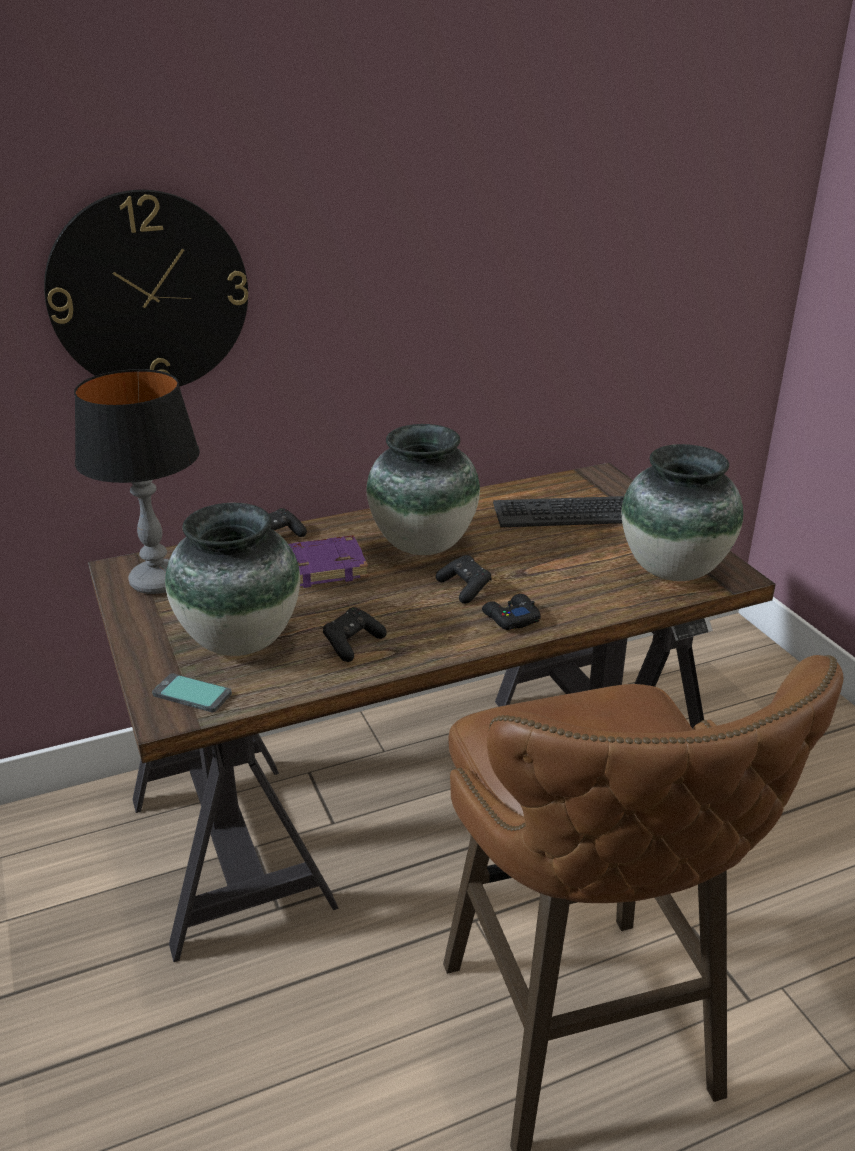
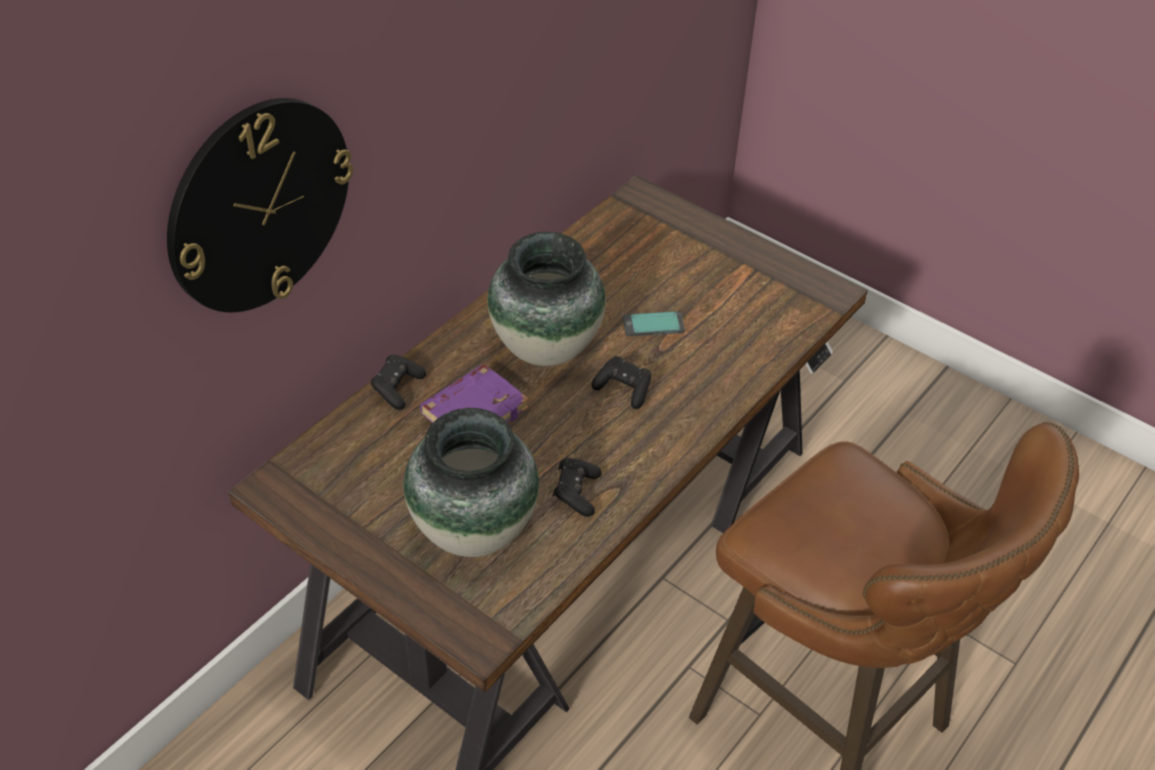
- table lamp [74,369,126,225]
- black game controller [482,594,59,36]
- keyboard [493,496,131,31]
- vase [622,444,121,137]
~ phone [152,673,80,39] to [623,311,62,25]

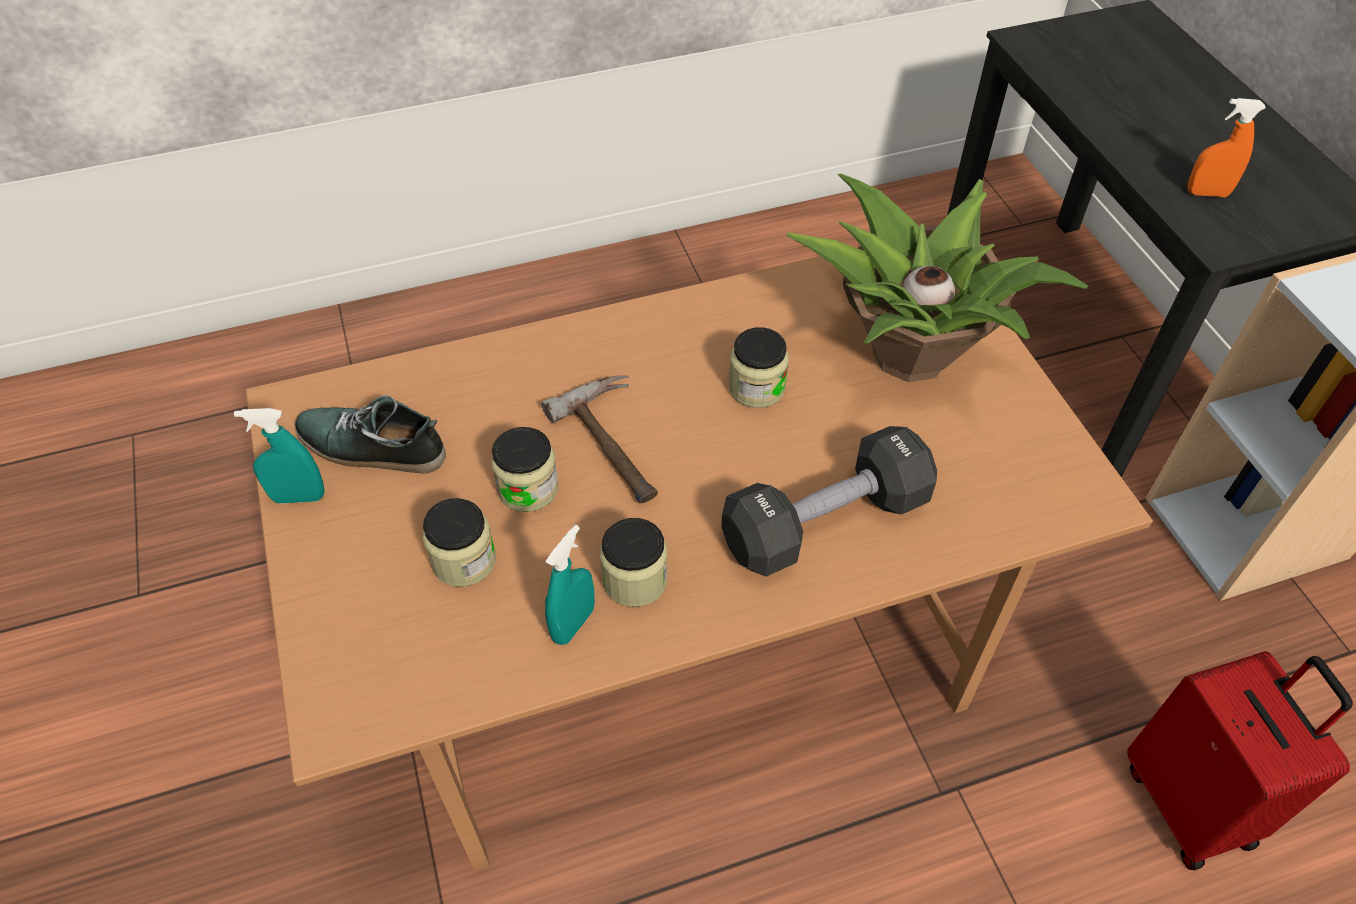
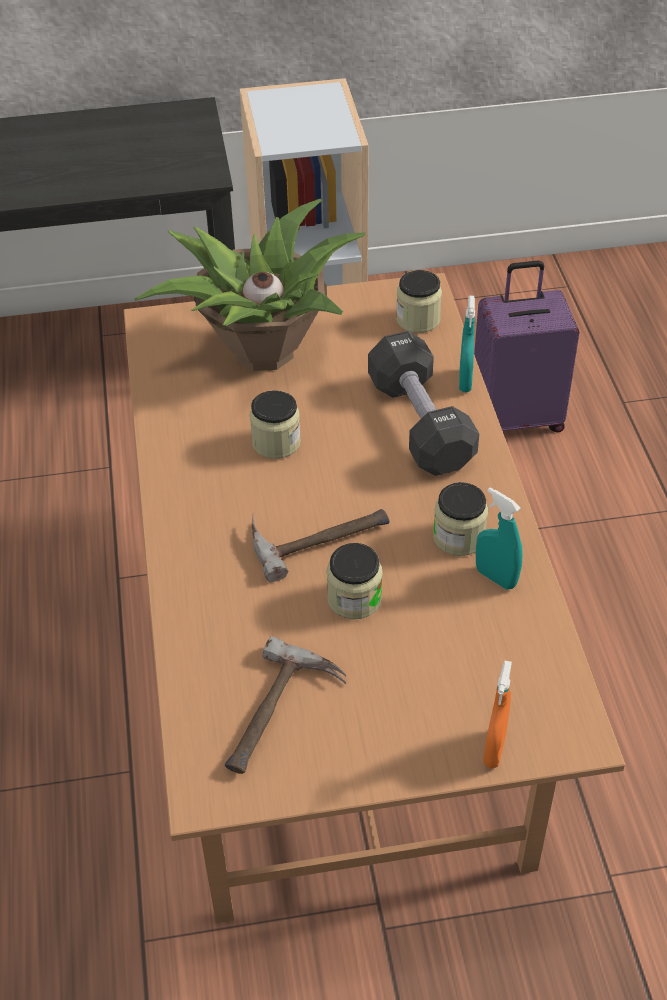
~ turquoise spray bottle [234,408,91,96] to [459,296,16,96]
~ jar [423,498,73,89] to [396,270,46,63]
~ orange spray bottle [1187,98,79,99] to [483,661,29,107]
~ shoe [295,395,151,79] to hammer [225,636,121,138]
~ red suitcase [1127,651,226,219] to purple suitcase [474,261,105,172]

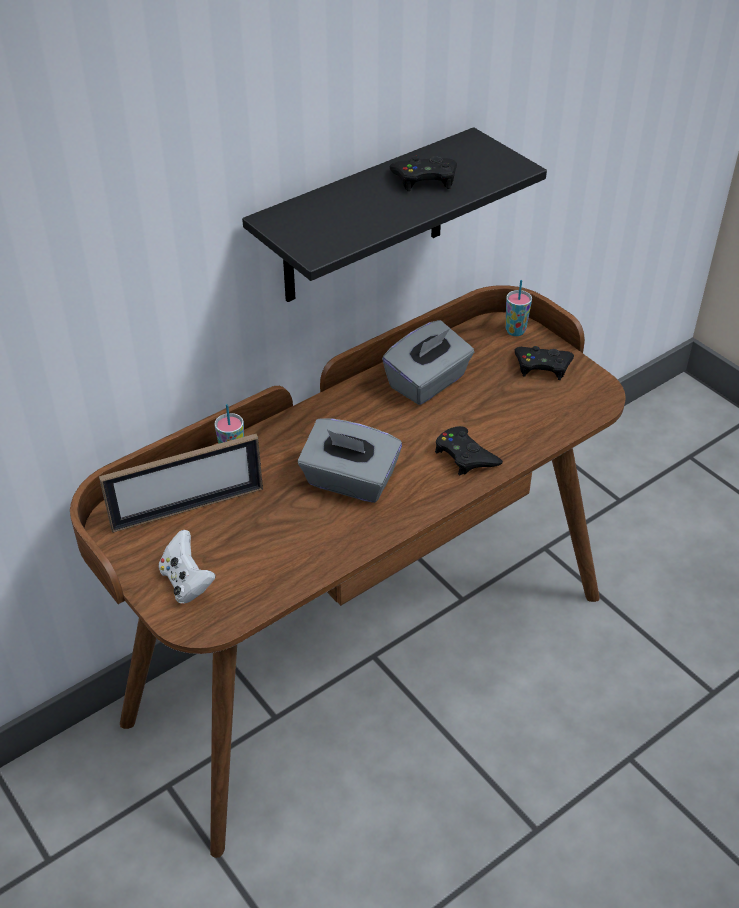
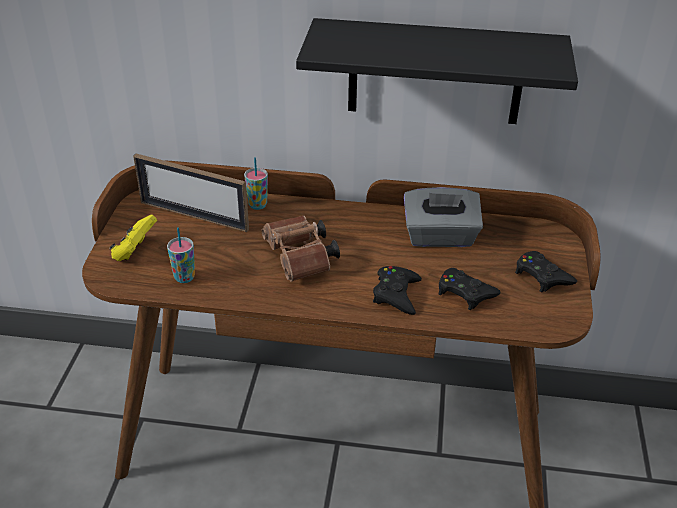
~ black game controller [389,156,68,35] to [439,268,62,42]
~ cup [505,280,27,56] to [167,227,28,56]
~ grey tissue box [298,418,104,85] to brown binoculars [262,215,78,67]
~ white game controller [159,530,57,74] to yellow game controller [110,215,47,46]

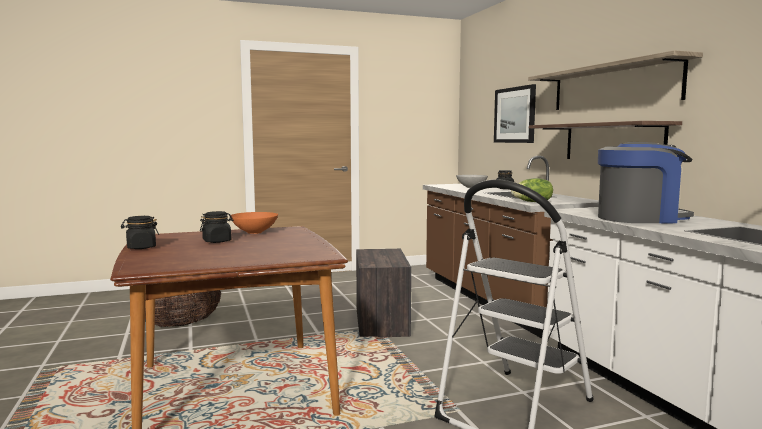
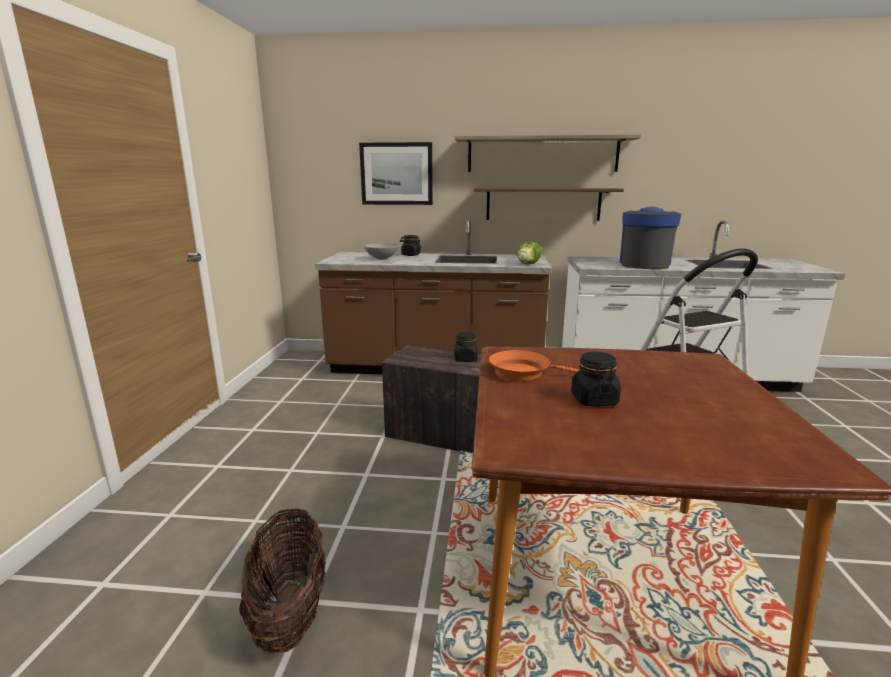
~ black jar [121,216,38,33] to [454,332,24,30]
~ orange bowl [230,212,48,22] to orange frying pan [489,350,90,31]

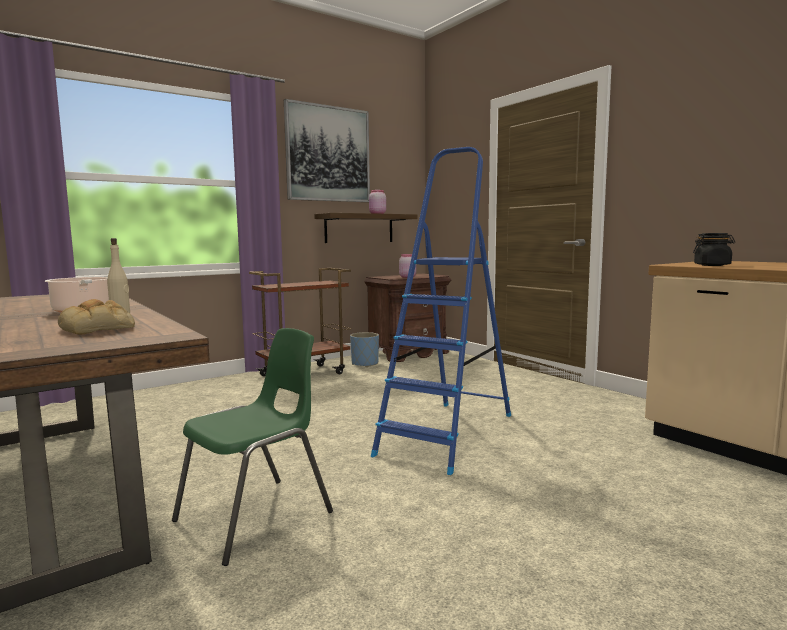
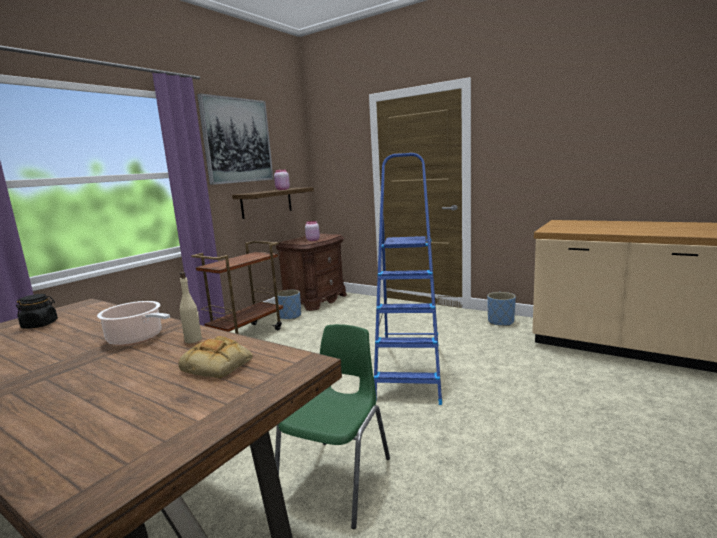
+ blue planter [487,292,29,34]
~ black jar [693,233,42,33] to [16,294,42,35]

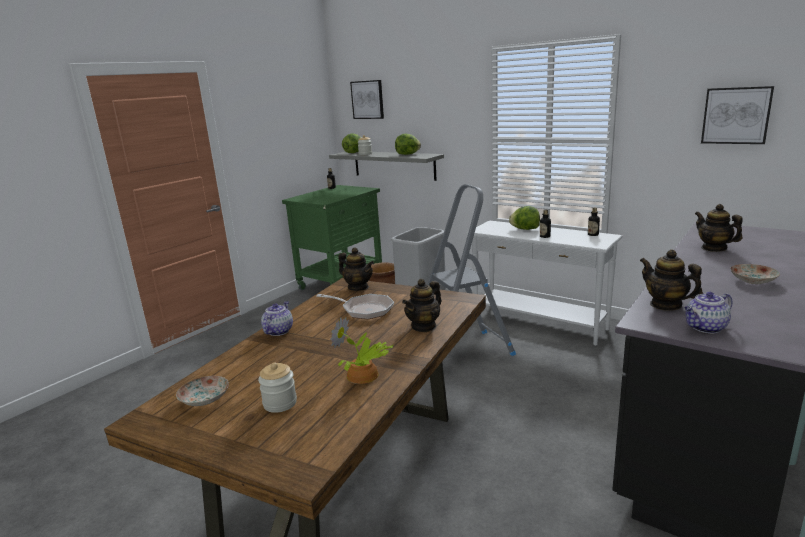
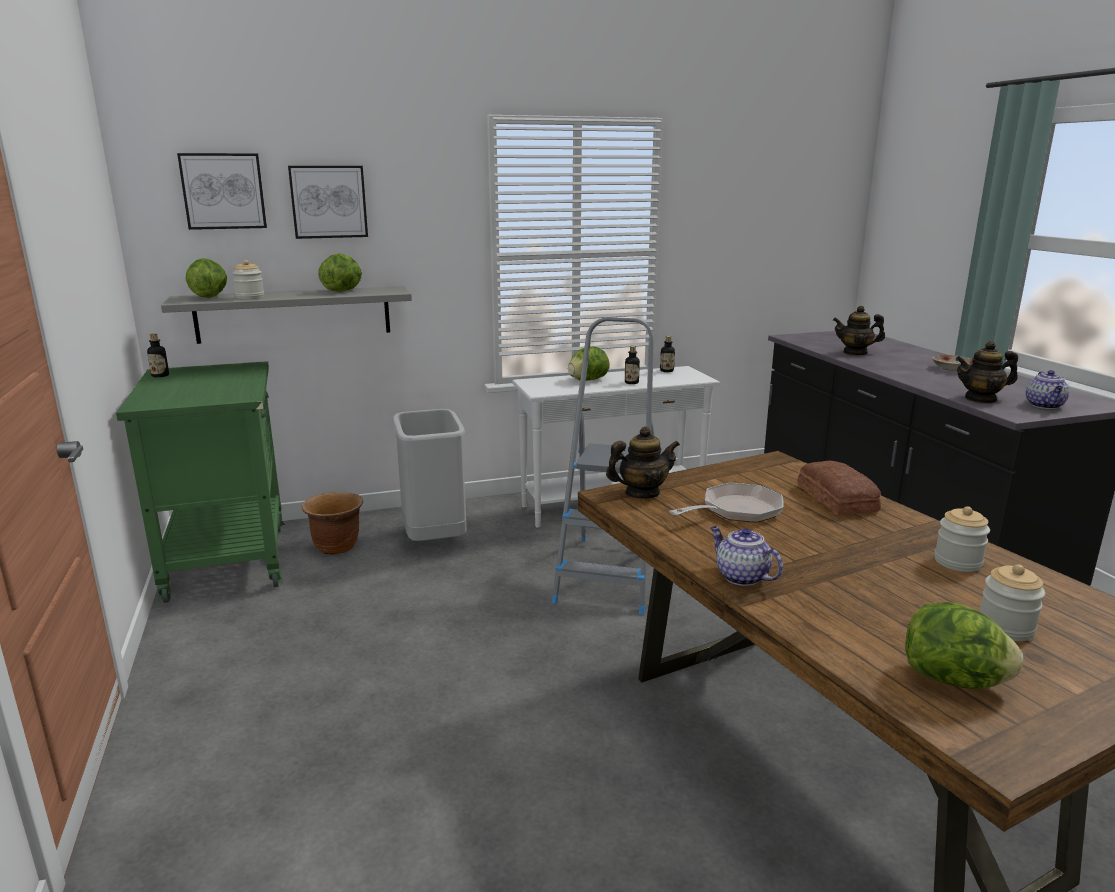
~ picture [701,86,73,58] to [288,166,80,73]
~ plate [176,376,53,30] to lettuce [905,602,118,87]
~ potted plant [330,317,64,67] to jar [935,506,55,66]
~ teapot [402,279,39,53] to bread [797,461,84,55]

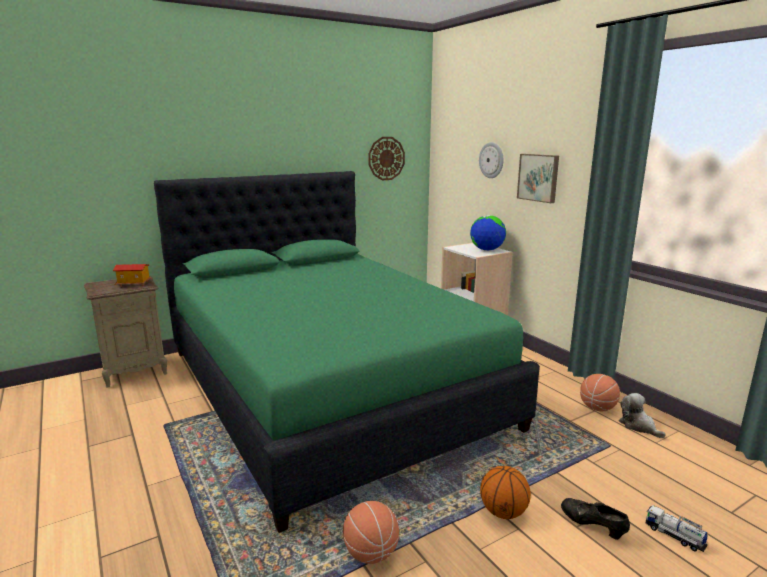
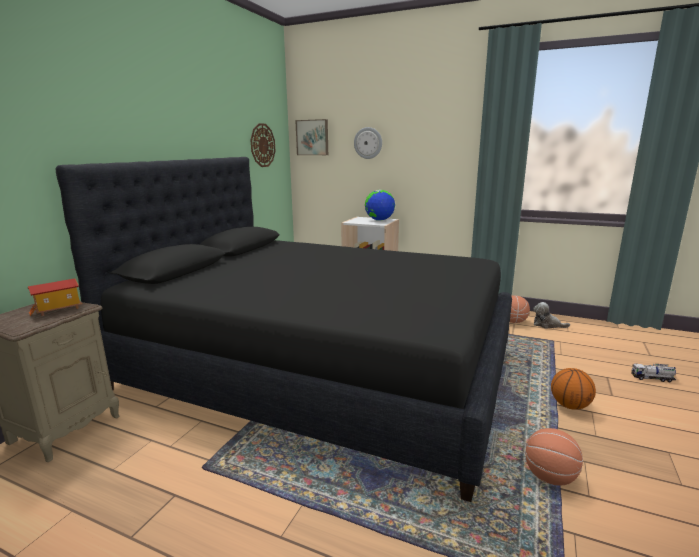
- black shoe [561,498,69,42]
~ picture [517,154,42,49] to [295,119,33,36]
~ green bed [154,171,386,362] to black bed [56,157,456,345]

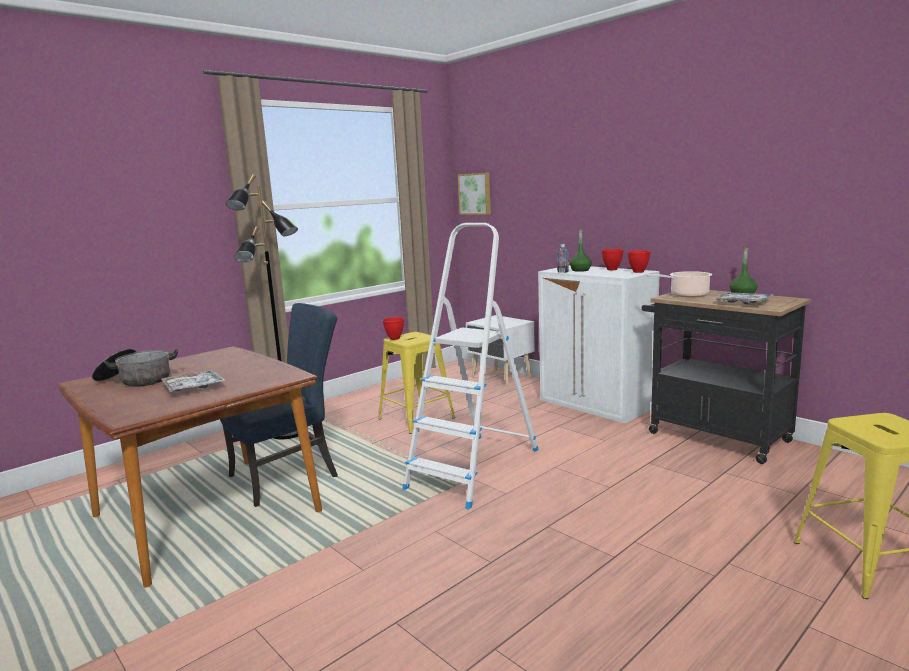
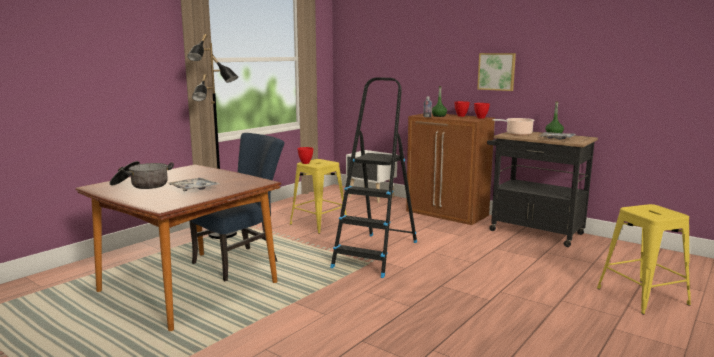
~ picture [458,173,33,42] to [477,53,39,38]
~ white step ladder [402,223,137,286] to black step ladder [330,77,87,201]
~ white cabinet [538,265,122,159] to brown cabinet [406,114,89,111]

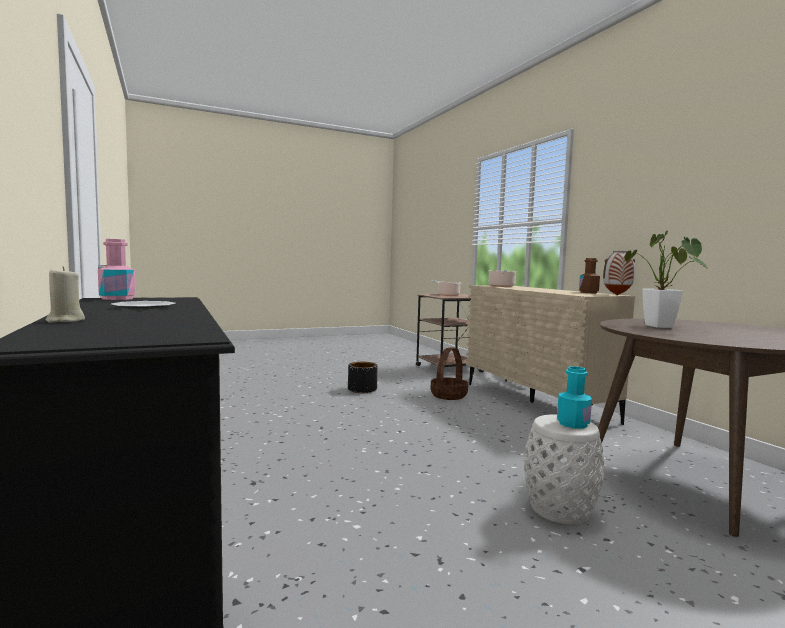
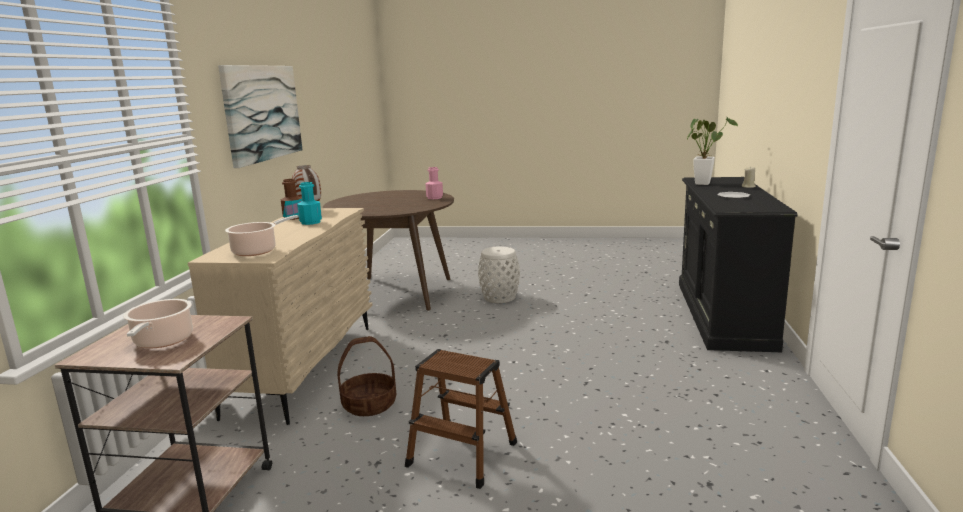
+ picture [218,65,85,103]
~ pink bottle [98,239,38,61] to [425,167,18,32]
~ turquoise bottle [557,366,35,63] to [297,182,25,43]
~ potted plant [624,231,85,97] to [686,117,52,68]
~ black planter [348,362,29,31] to brown step ladder [405,349,112,140]

